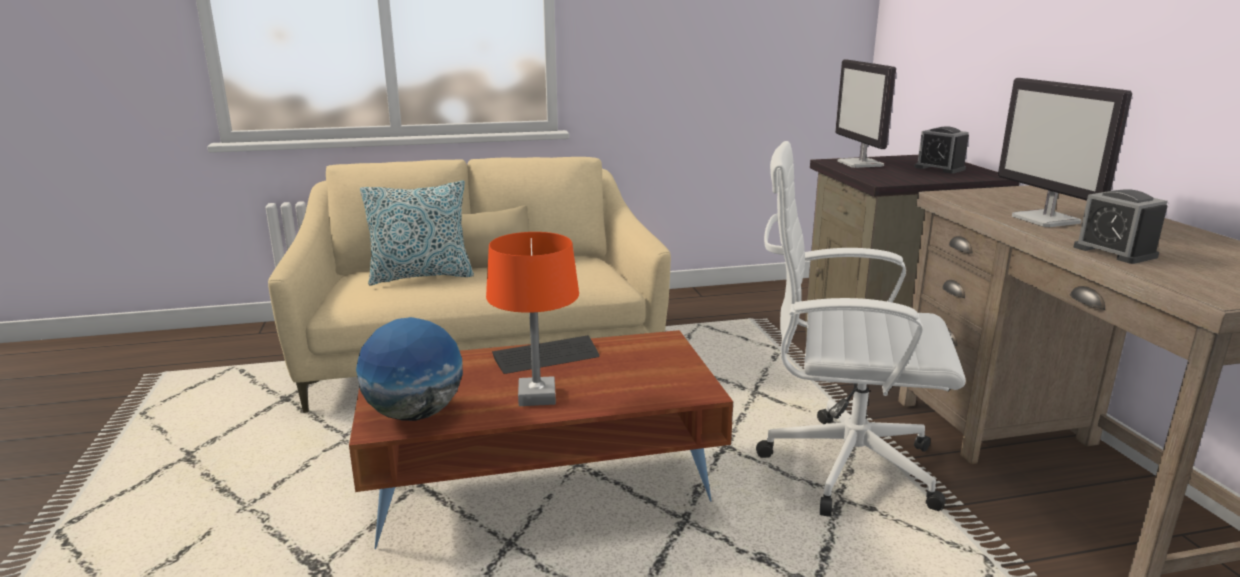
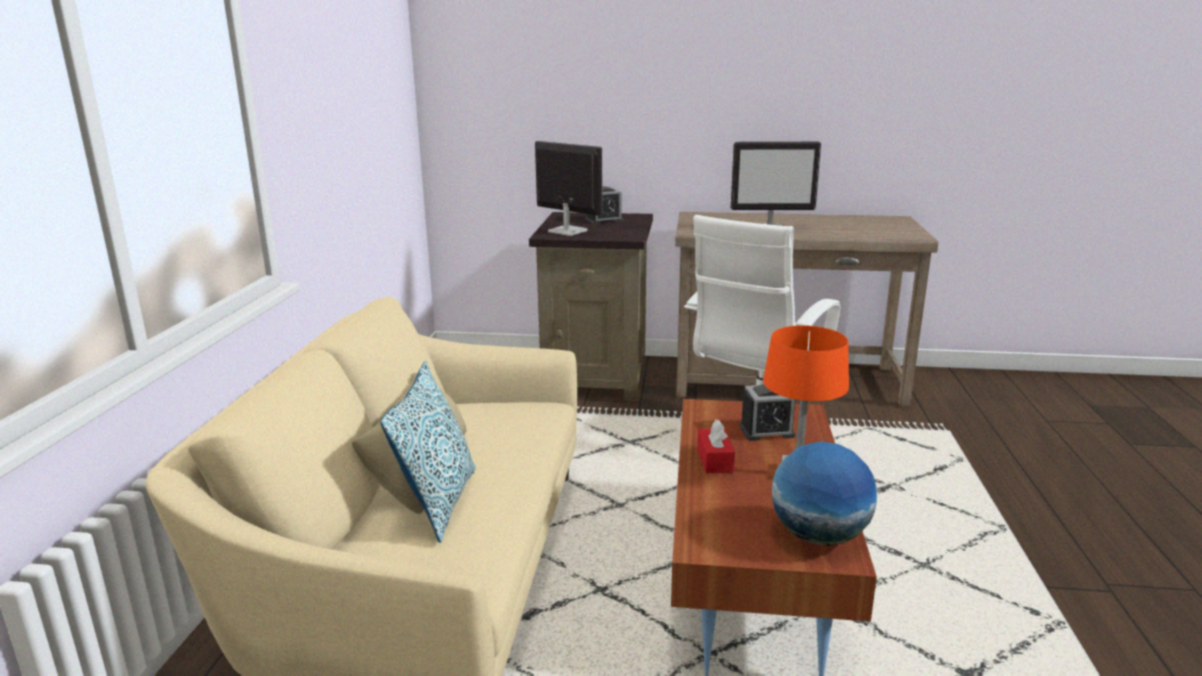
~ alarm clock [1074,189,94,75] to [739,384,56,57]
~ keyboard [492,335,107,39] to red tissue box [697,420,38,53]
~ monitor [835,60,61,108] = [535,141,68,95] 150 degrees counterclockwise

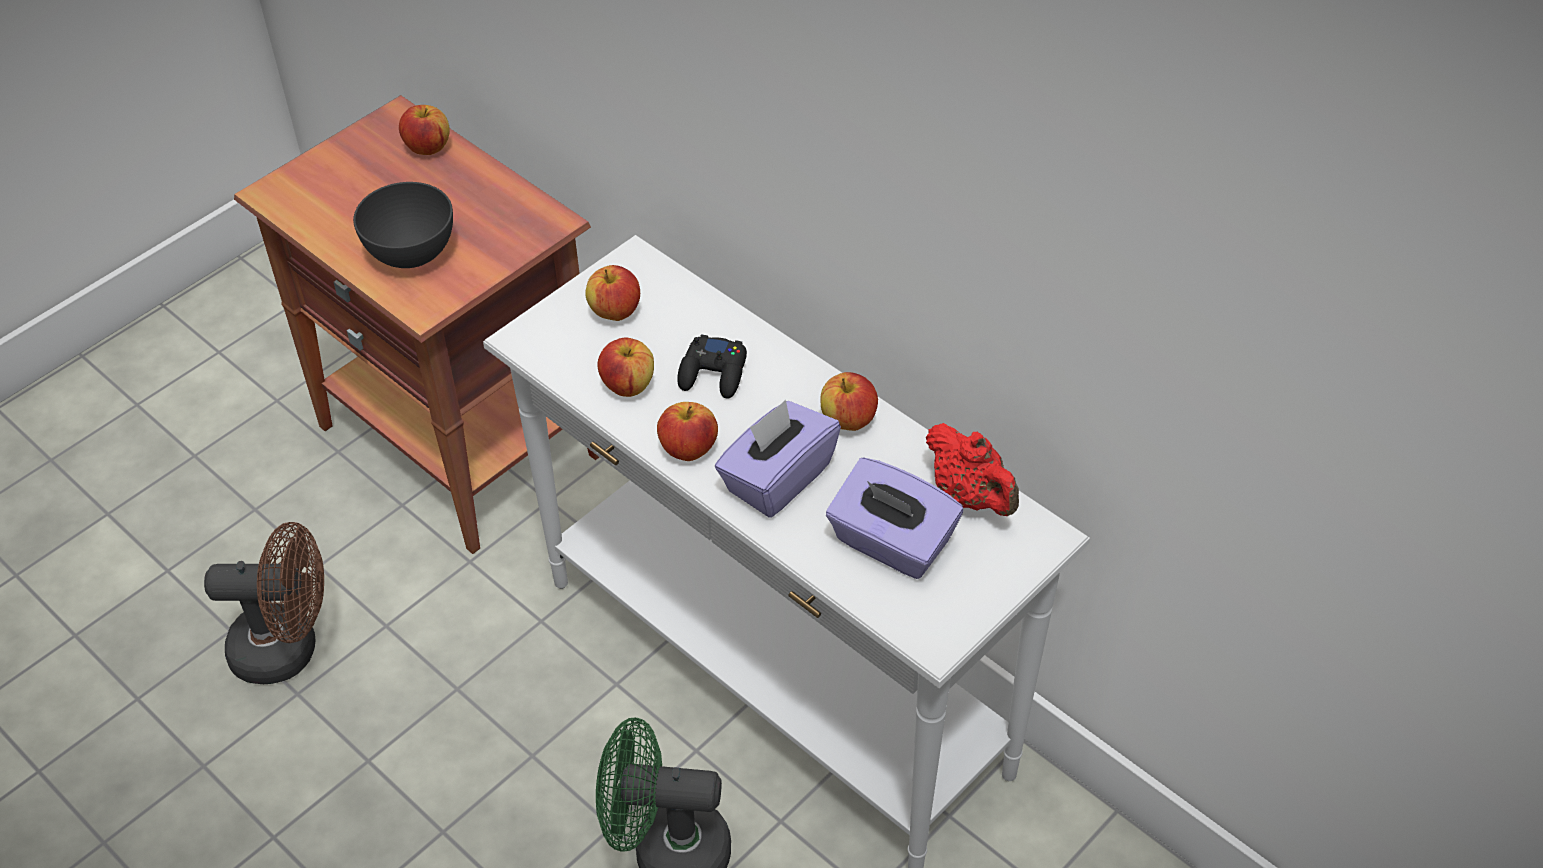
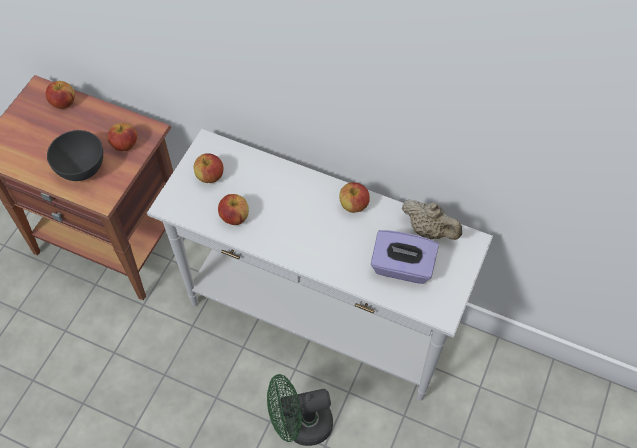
- brown fan [204,522,120,162]
- black game controller [677,334,70,65]
- purple tissue box [715,400,126,118]
~ apple [657,402,61,59] to [107,123,30,28]
~ red teapot [926,423,93,93] to beige teapot [402,199,60,41]

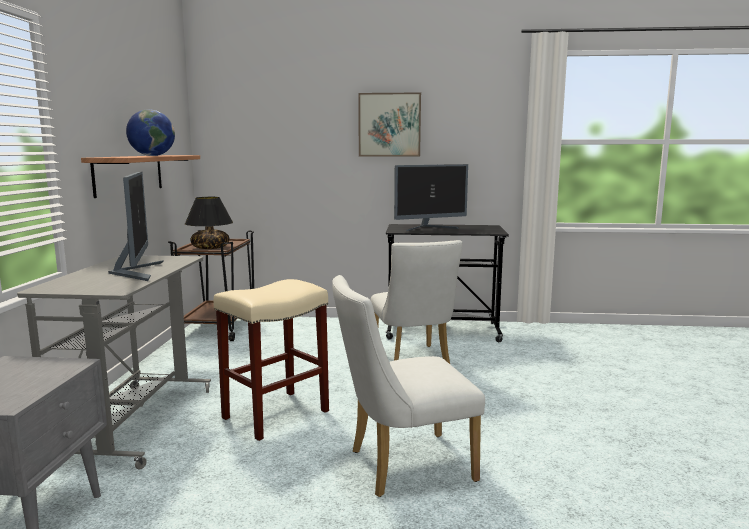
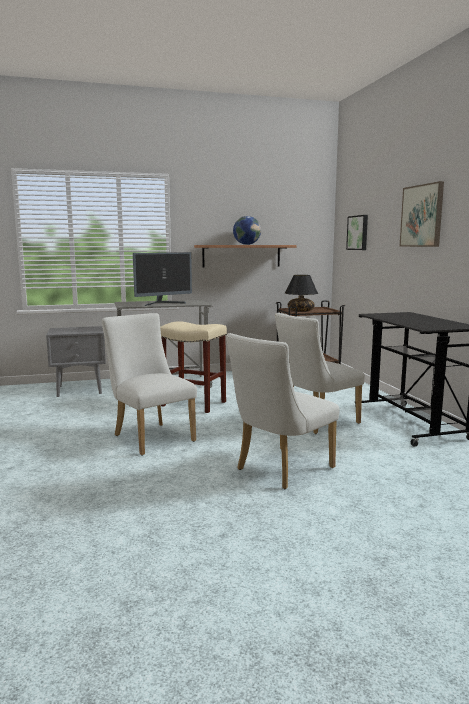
- monitor [394,164,74,67]
+ white chair [226,333,114,156]
+ picture [346,215,22,35]

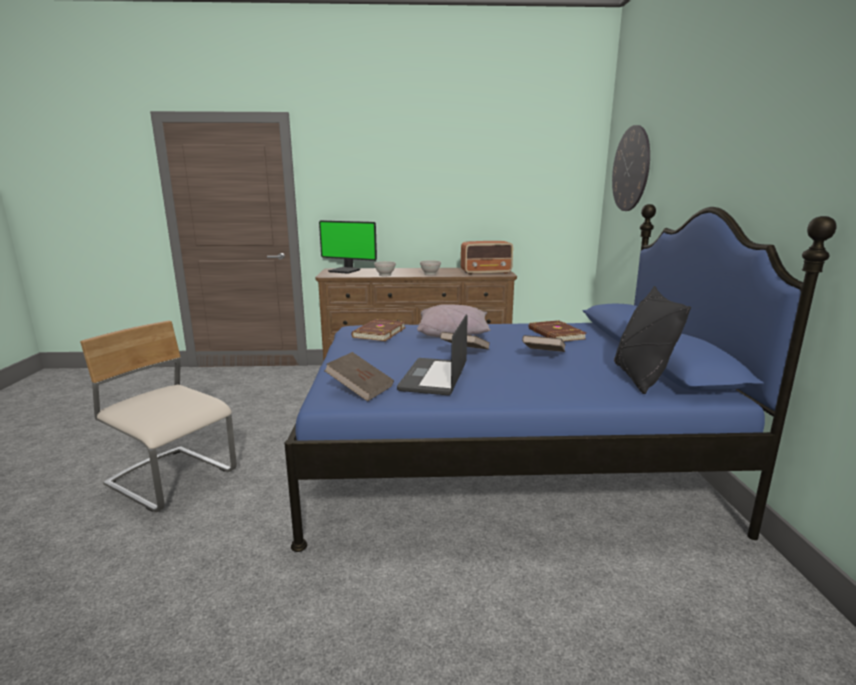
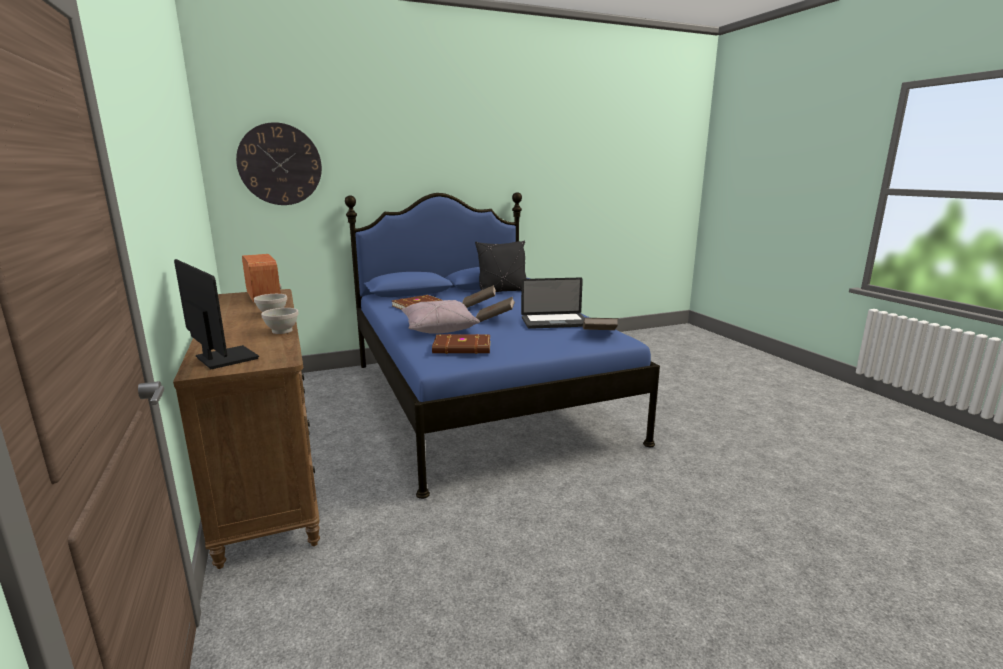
- beige chair [80,321,157,191]
~ monitor [319,220,58,54] = [174,259,85,110] 45 degrees counterclockwise

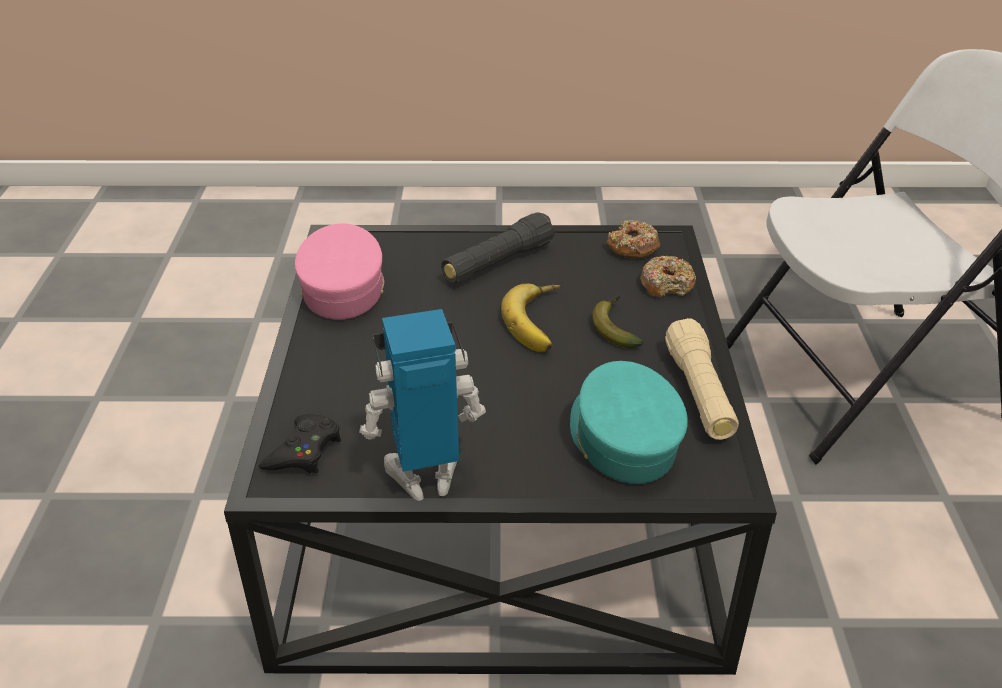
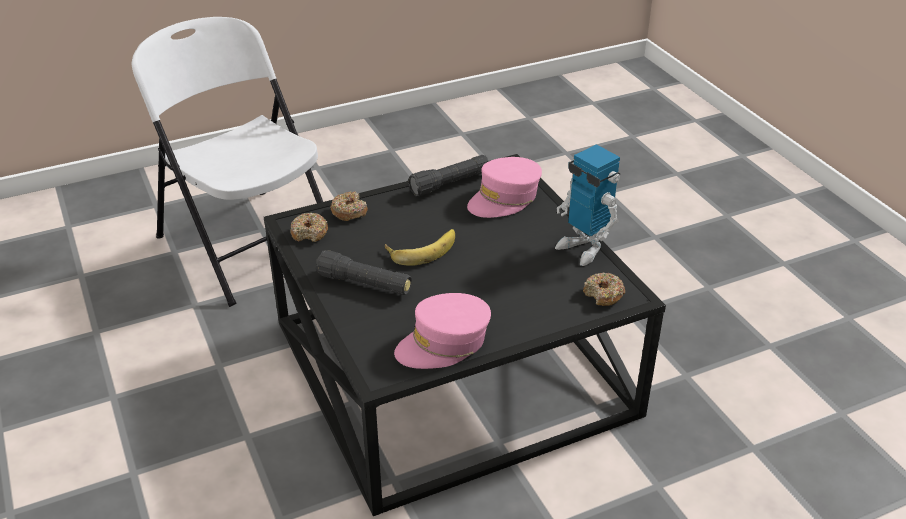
- banana [592,296,51,52]
~ black game controller [259,414,82,59] to donut [583,272,42,34]
~ turquoise cap [570,361,118,123] to pink cap [467,157,75,61]
~ beige flashlight [665,318,74,122] to black flashlight [408,155,81,41]

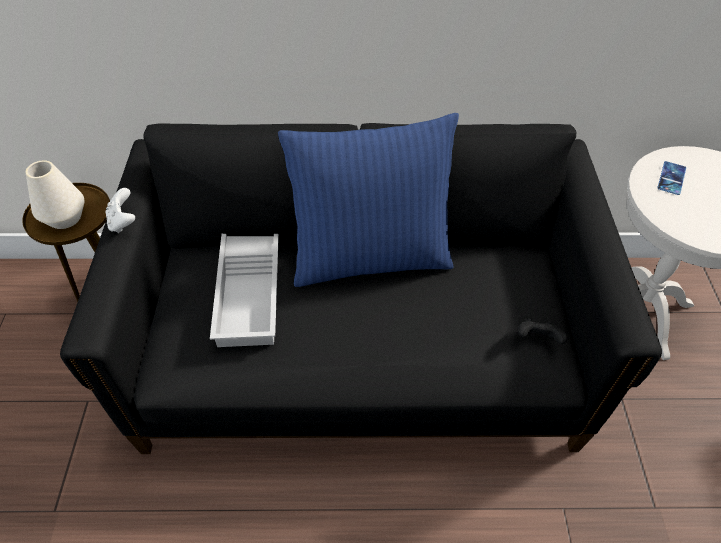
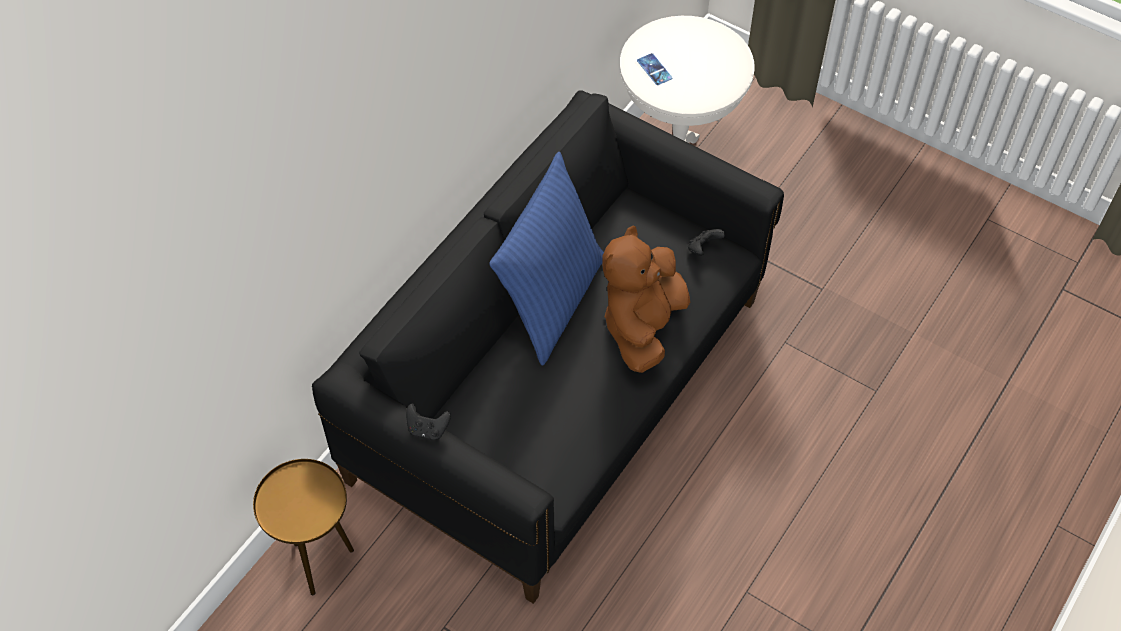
- white vase [25,160,59,69]
- white tray [210,234,69,113]
+ brown plush toy [602,225,88,148]
~ white game controller [106,188,29,45] to black game controller [406,403,45,38]

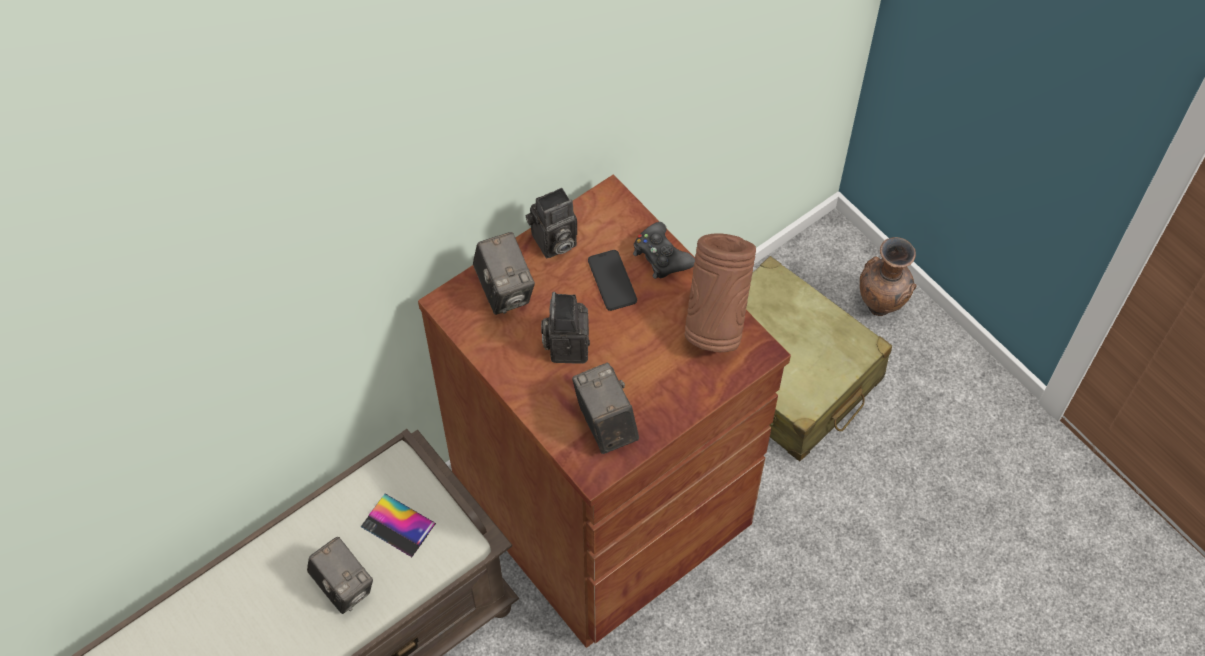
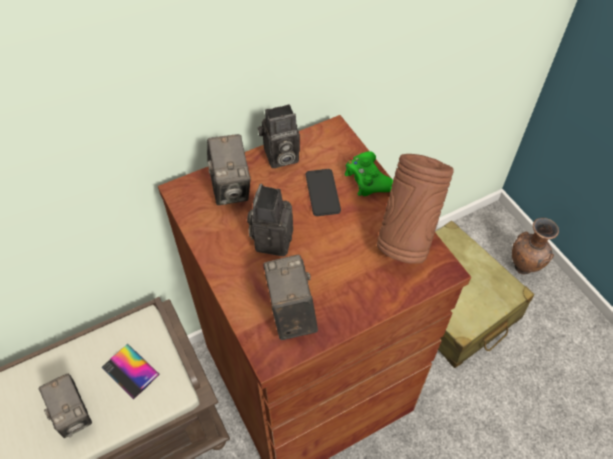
~ black game controller [633,222,62,57] to green game controller [344,151,49,45]

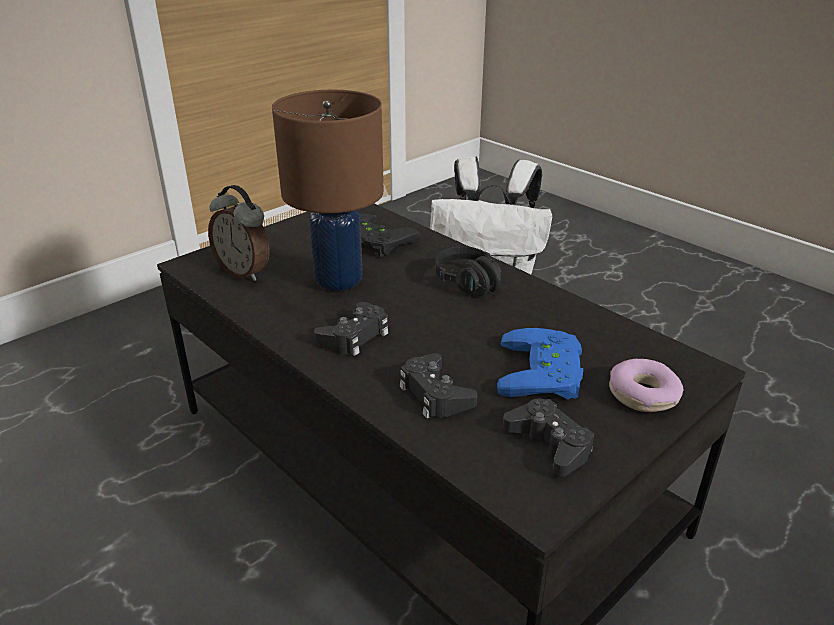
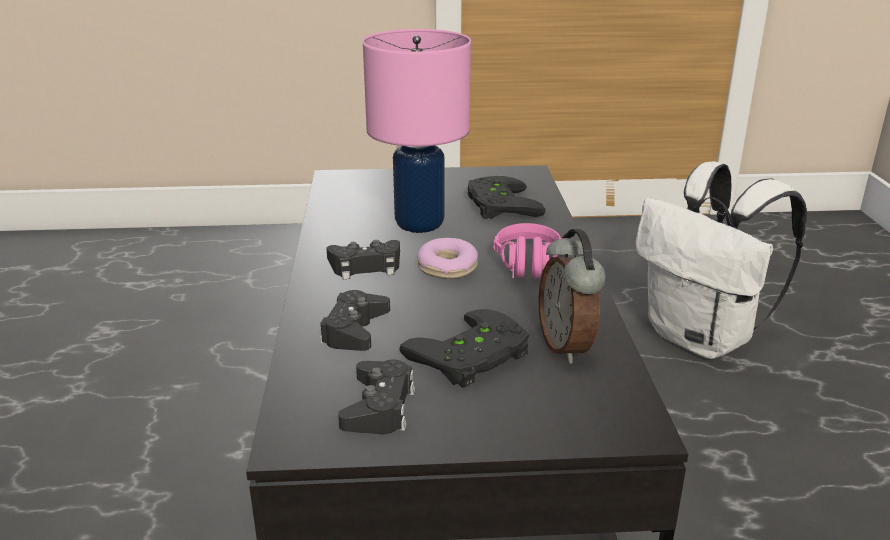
~ alarm clock [208,185,62,96] to [539,229,67,135]
~ donut [609,359,74,53] to [417,238,61,41]
~ brown table lamp [272,90,112,201] to pink table lamp [363,29,108,204]
~ black headphones [435,246,67,51] to pink headphones [493,223,69,56]
~ blue game controller [497,328,86,71] to black game controller [400,309,129,79]

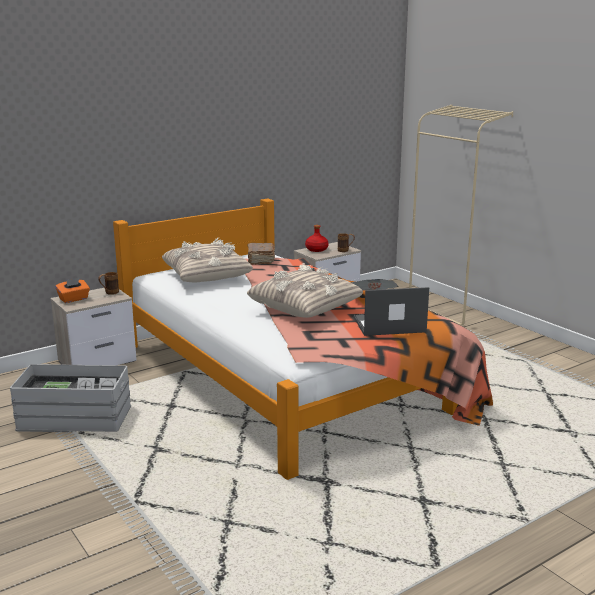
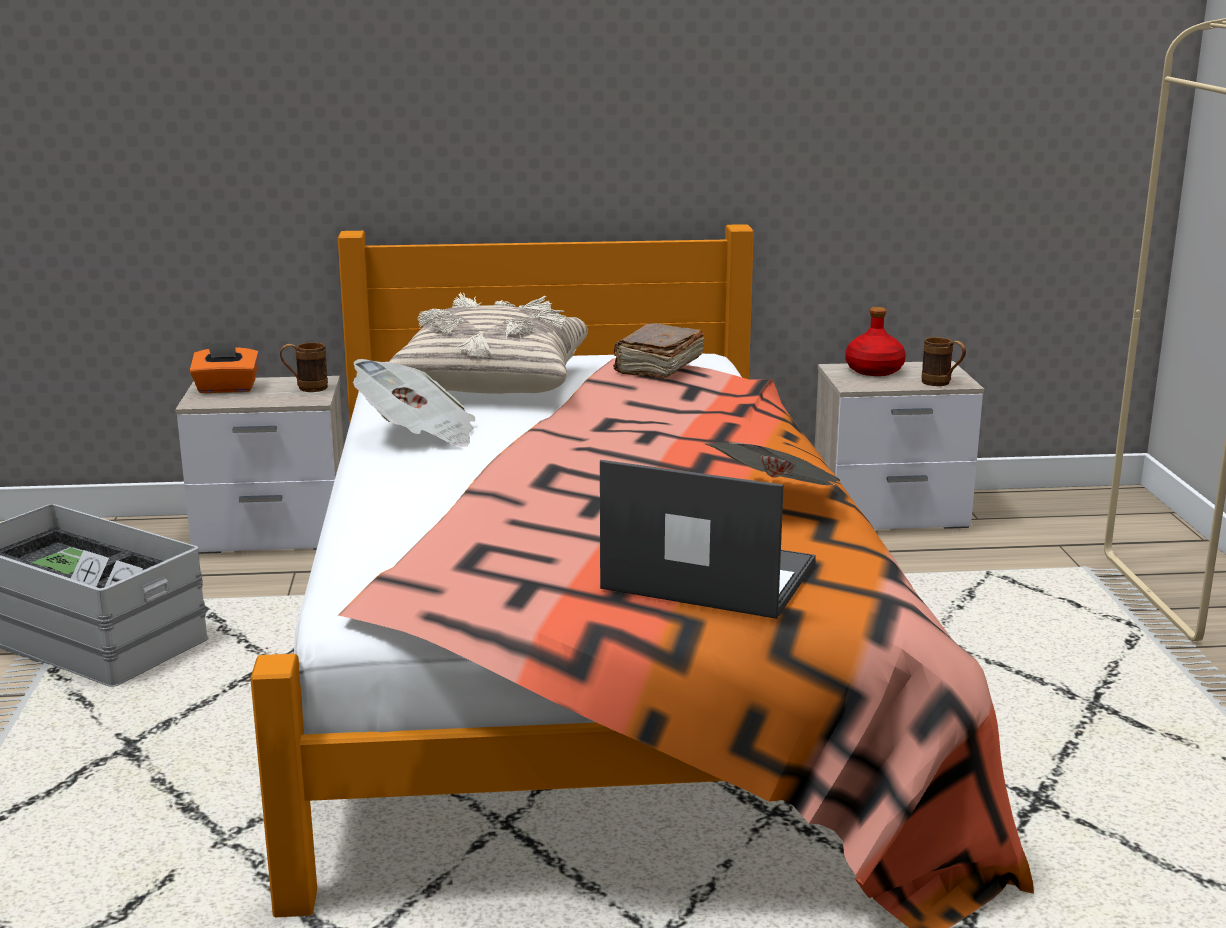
- beige pillow [247,263,116,55]
+ newspaper [353,359,122,88]

